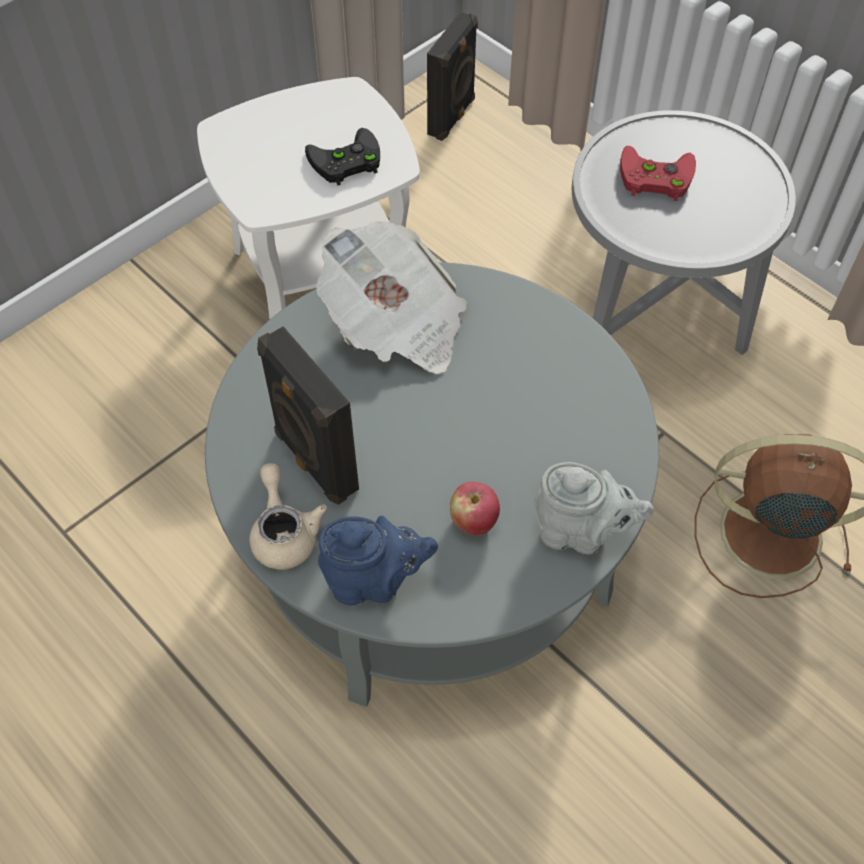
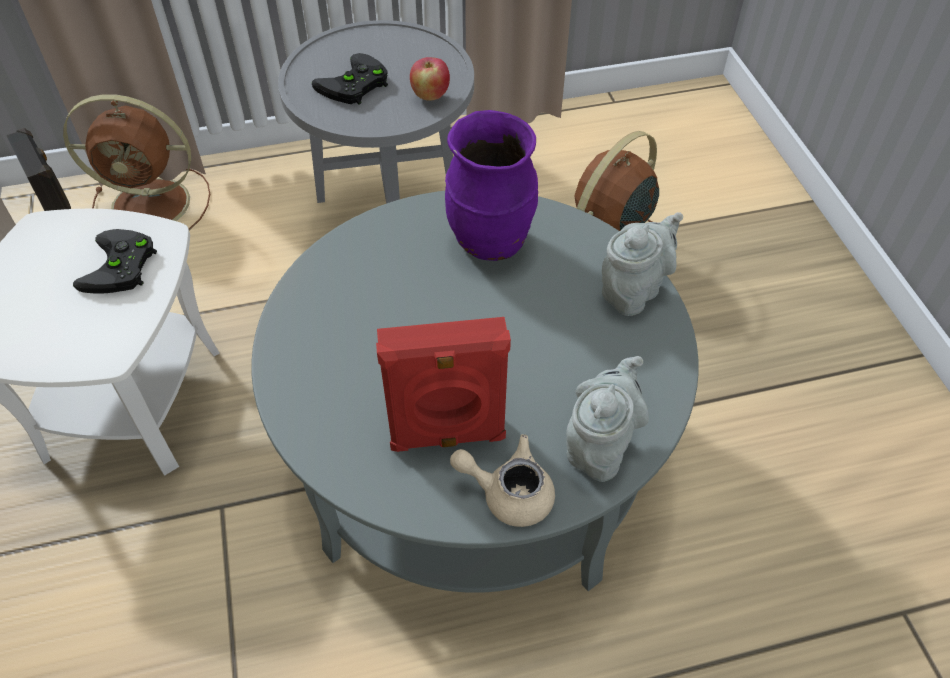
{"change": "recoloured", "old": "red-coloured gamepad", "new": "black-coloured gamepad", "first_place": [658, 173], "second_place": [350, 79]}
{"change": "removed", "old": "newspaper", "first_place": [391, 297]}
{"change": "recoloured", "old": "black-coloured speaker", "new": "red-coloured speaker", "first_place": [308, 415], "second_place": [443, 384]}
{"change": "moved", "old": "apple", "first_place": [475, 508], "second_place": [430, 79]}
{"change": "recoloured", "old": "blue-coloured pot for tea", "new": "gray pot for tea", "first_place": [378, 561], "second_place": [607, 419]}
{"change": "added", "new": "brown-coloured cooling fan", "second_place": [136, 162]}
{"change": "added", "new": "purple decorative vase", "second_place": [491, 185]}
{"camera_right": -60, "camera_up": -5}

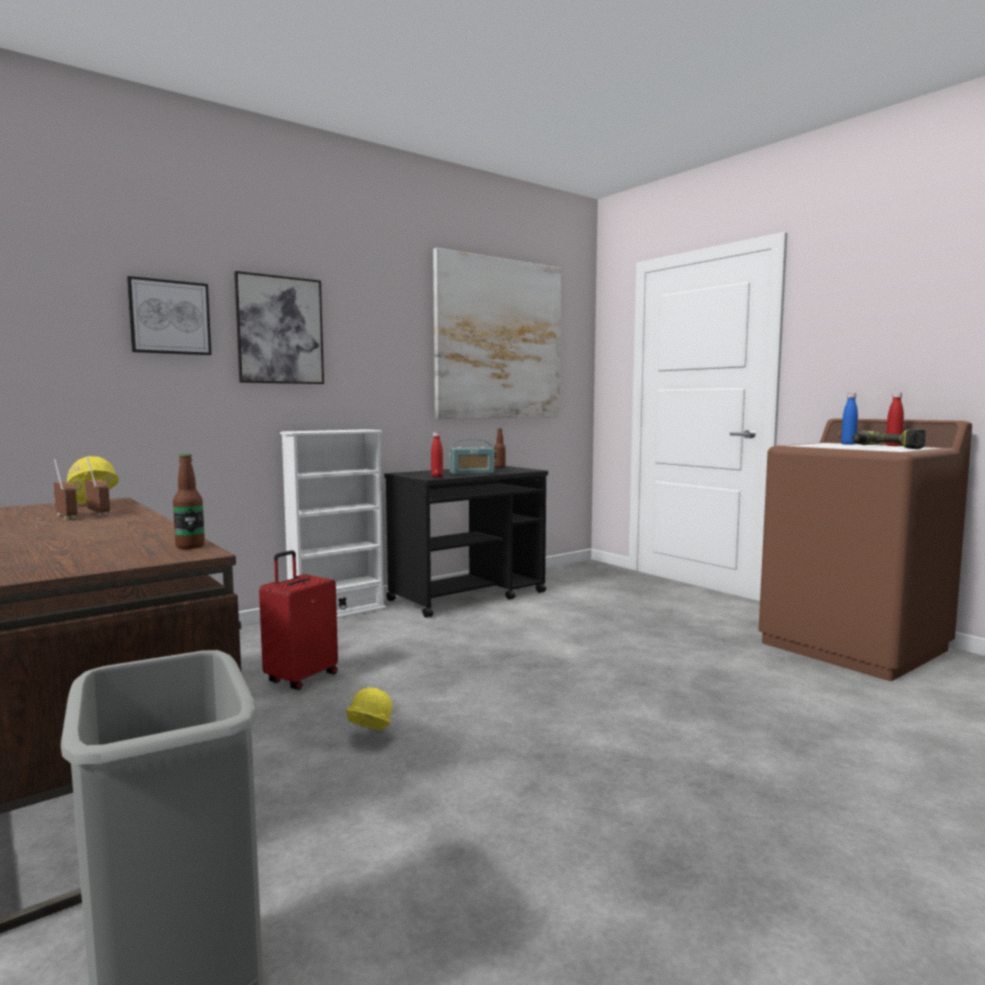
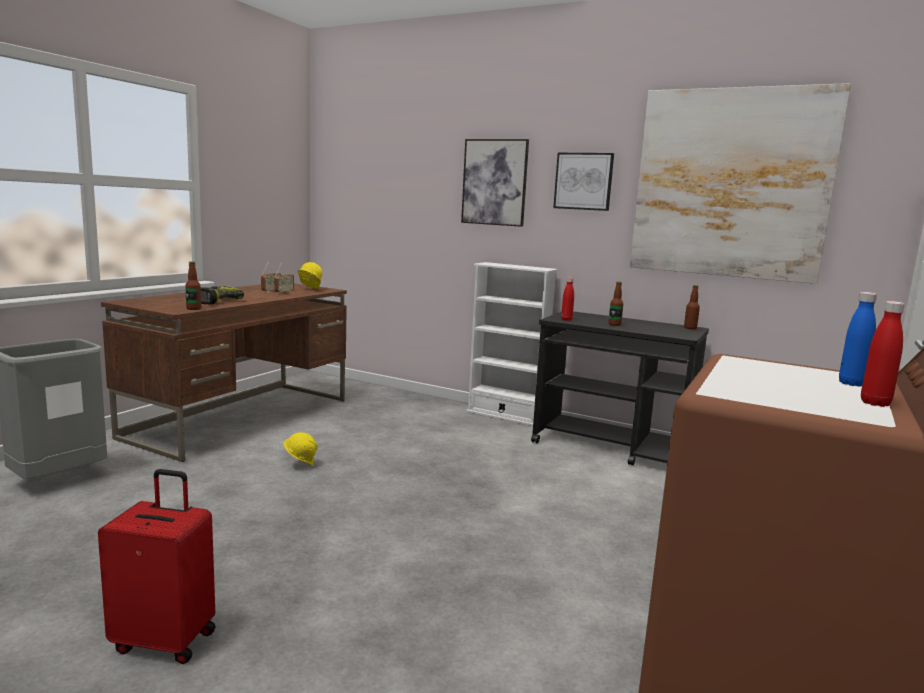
{"change": "moved", "old": "wall art", "first_place": [169, 315], "second_place": [583, 182]}
{"change": "moved", "old": "power drill", "first_place": [889, 438], "second_place": [222, 295]}
{"change": "replaced", "old": "radio", "new": "bottle", "first_place": [471, 456], "second_place": [615, 303]}
{"change": "moved", "old": "red-coloured travel case", "first_place": [298, 620], "second_place": [157, 566]}
{"camera_right": 65, "camera_up": 5}

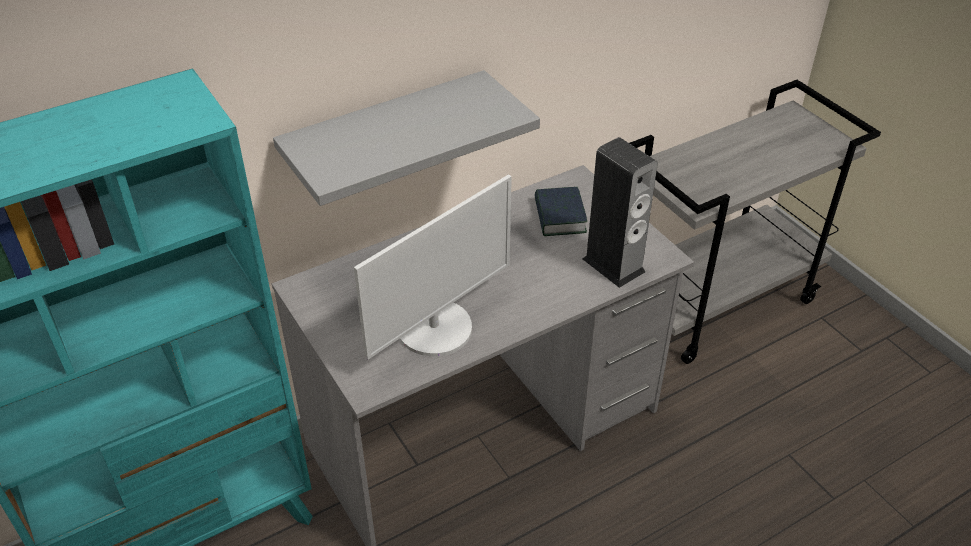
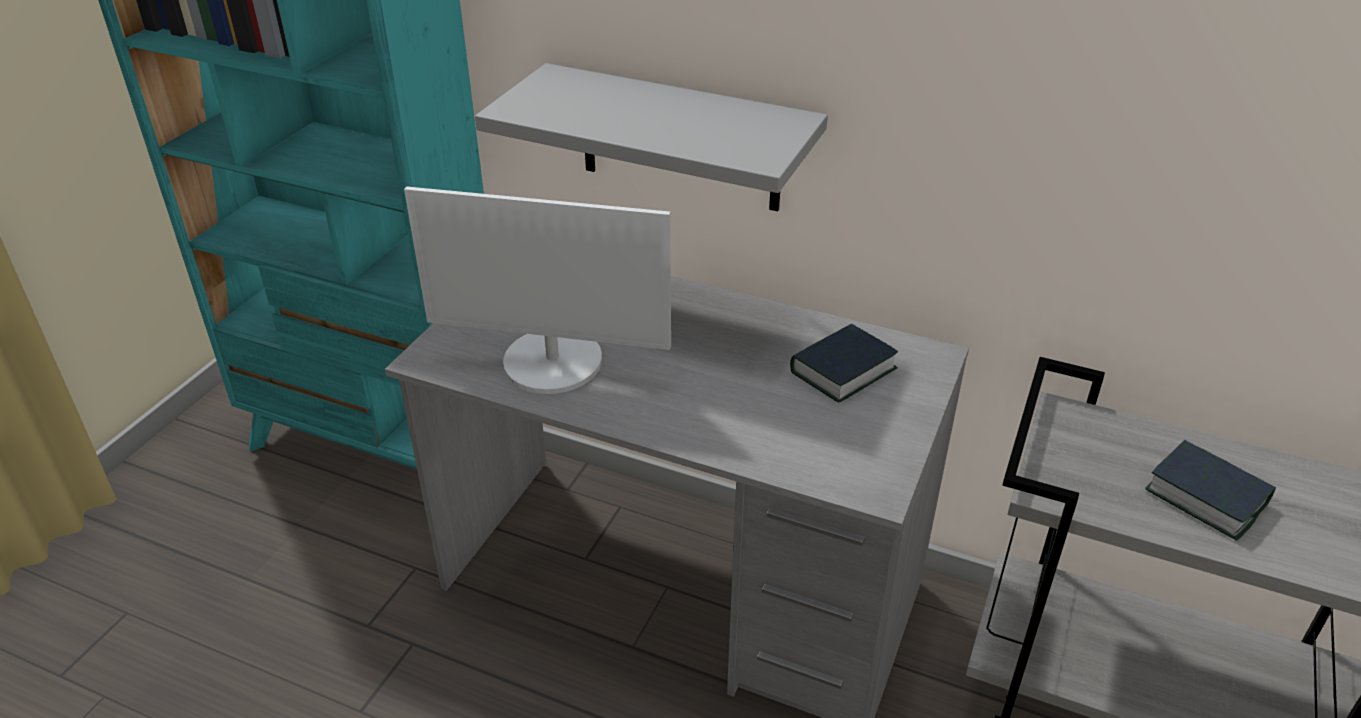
{"change": "removed", "old": "speaker", "first_place": [620, 212]}
{"change": "added", "new": "book", "second_place": [1210, 490]}
{"camera_right": 55, "camera_up": -5}

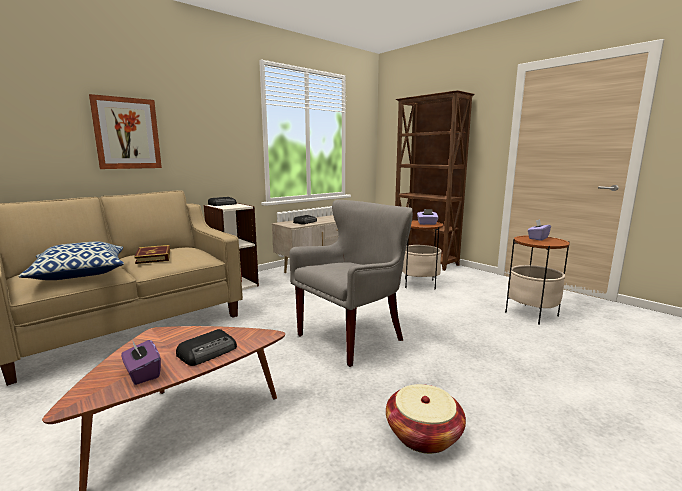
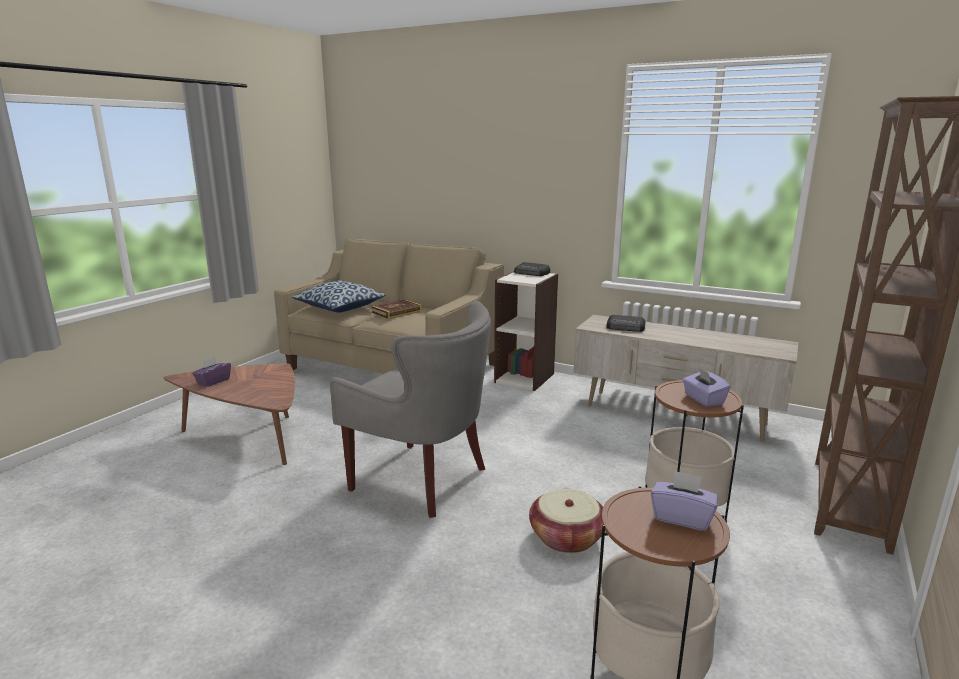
{"change": "removed", "old": "wall art", "first_place": [125, 131]}
{"change": "removed", "old": "radio", "first_place": [206, 347]}
{"change": "moved", "old": "storage basket", "first_place": [426, 419], "second_place": [566, 521]}
{"camera_right": 70, "camera_up": 5}

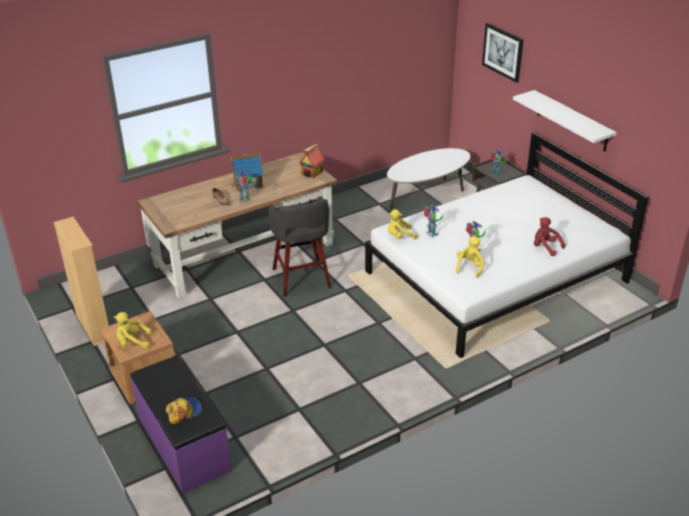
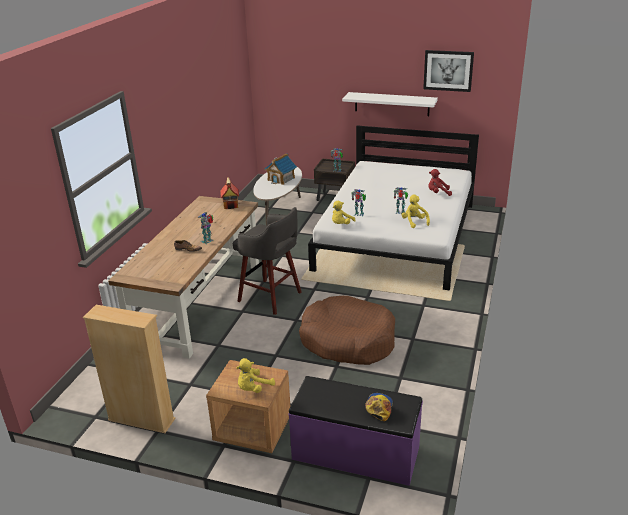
{"change": "moved", "old": "wall art", "first_place": [503, 53], "second_place": [448, 71]}
{"change": "moved", "old": "model house", "first_place": [247, 172], "second_place": [280, 169]}
{"change": "added", "new": "brown-coloured dog cushion", "second_place": [347, 330]}
{"camera_right": -40, "camera_up": -5}

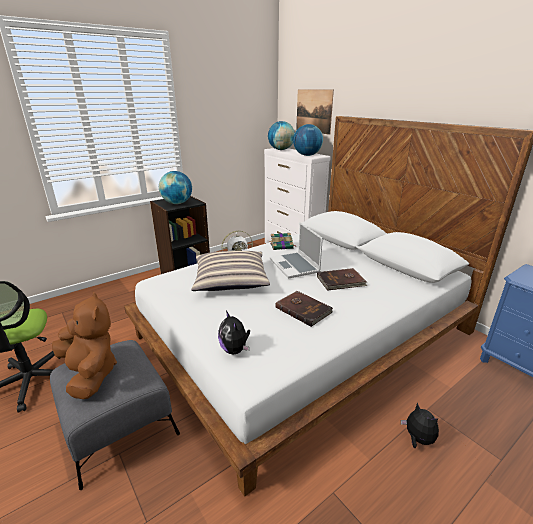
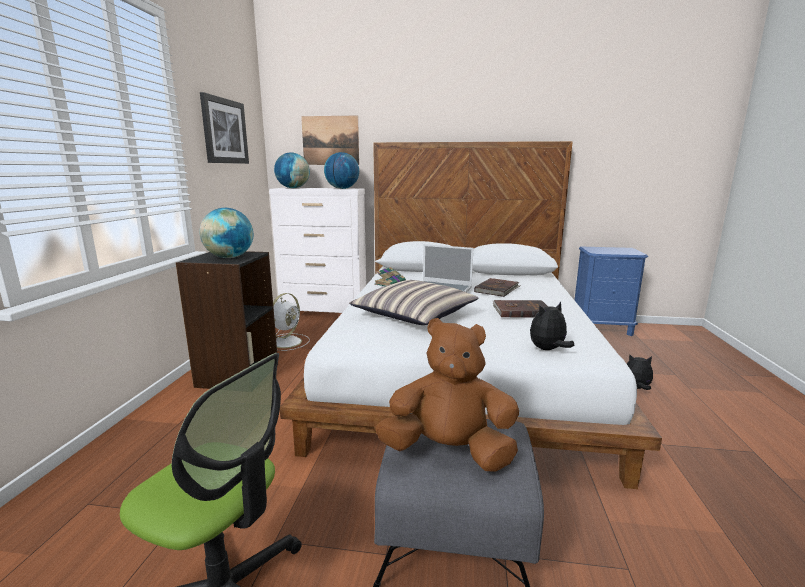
{"change": "turned", "old": "plush toy", "first_place": [234, 332], "second_place": [552, 326], "degrees": 135}
{"change": "added", "new": "wall art", "second_place": [224, 128]}
{"camera_right": -45, "camera_up": -10}

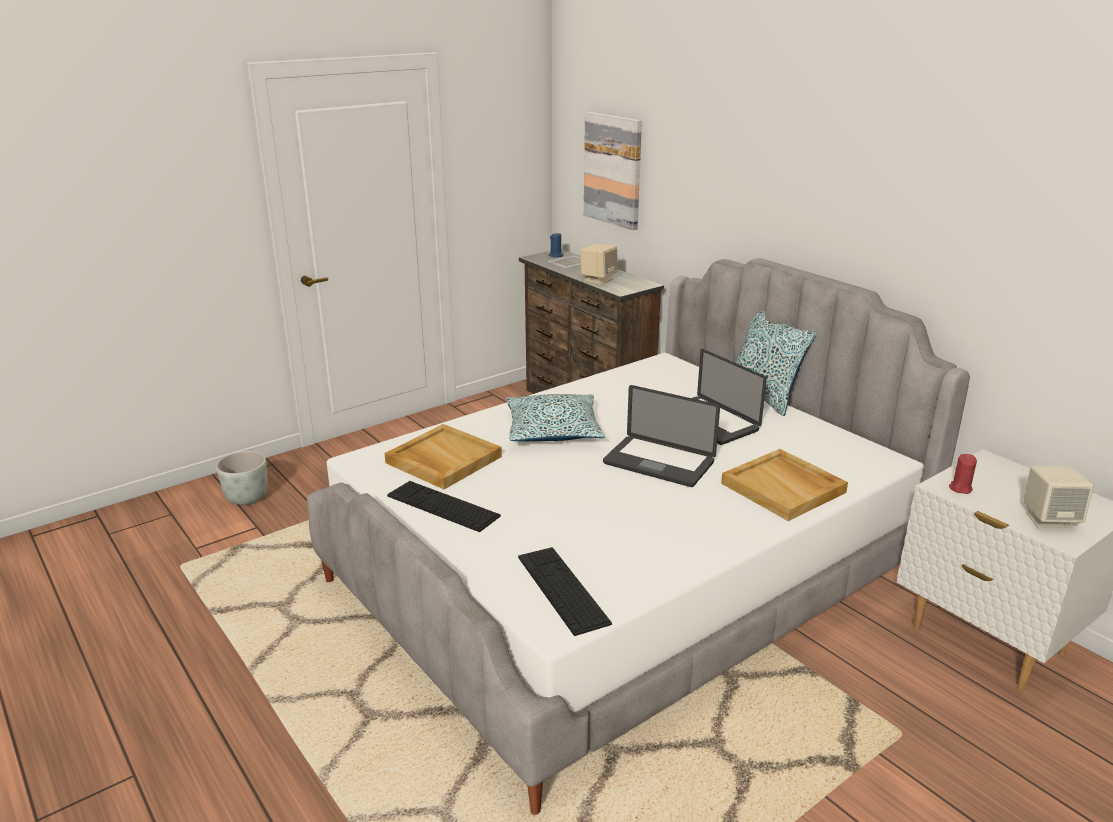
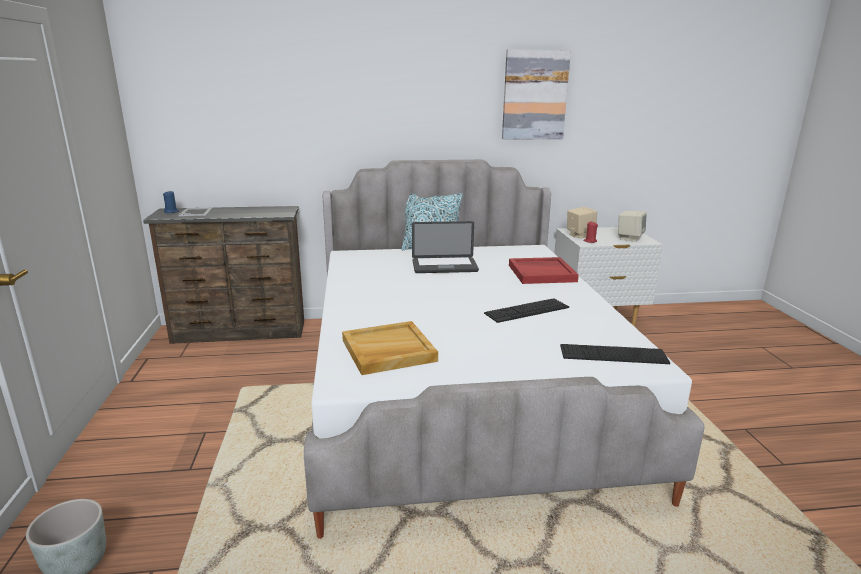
{"change": "moved", "old": "wall art", "first_place": [613, 171], "second_place": [536, 94]}
{"change": "moved", "old": "beige speaker", "first_place": [599, 264], "second_place": [582, 222]}
{"change": "removed", "old": "laptop", "first_place": [661, 436]}
{"change": "removed", "old": "throw pillow", "first_place": [555, 417]}
{"change": "recoloured", "old": "beige serving tray", "new": "red-coloured serving tray", "first_place": [784, 485], "second_place": [544, 270]}
{"change": "moved", "old": "keyboard", "first_place": [444, 506], "second_place": [526, 310]}
{"camera_right": -60, "camera_up": -5}

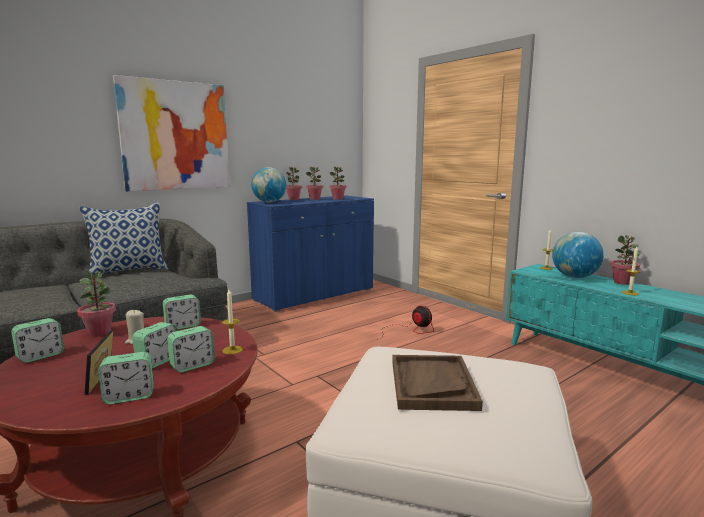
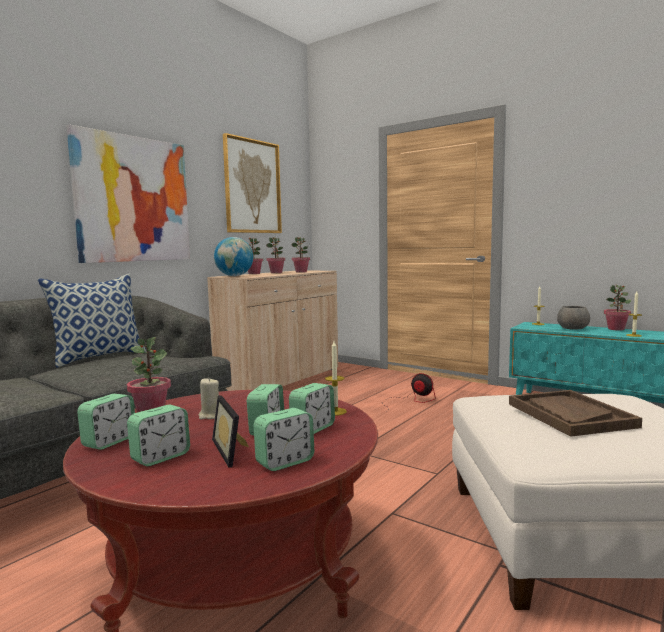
{"change": "recoloured", "old": "blue-coloured cabinet", "new": "beige cabinet", "first_place": [310, 253], "second_place": [272, 330]}
{"change": "replaced", "old": "desk globe", "new": "gray serving bowl", "first_place": [578, 255], "second_place": [573, 318]}
{"change": "moved", "old": "table clock", "first_place": [182, 312], "second_place": [158, 435]}
{"change": "added", "new": "wall art", "second_place": [252, 183]}
{"camera_right": -15, "camera_up": -5}

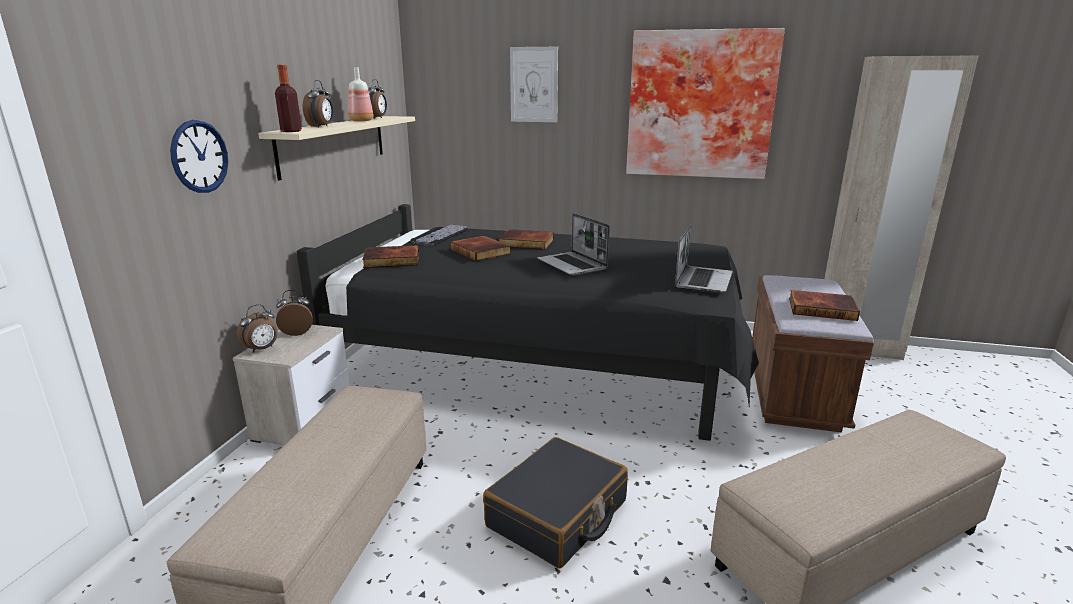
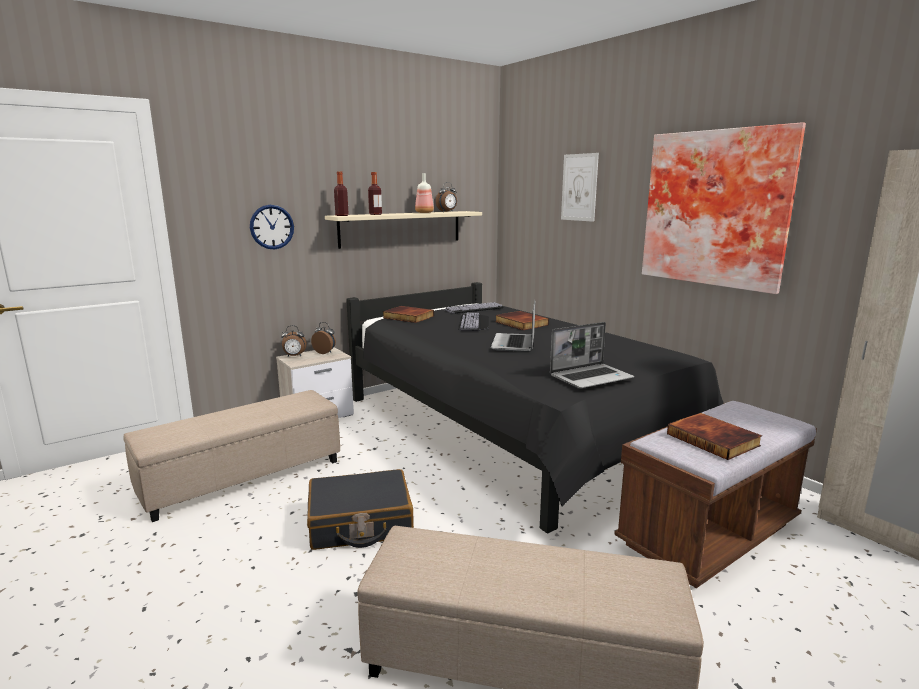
{"change": "replaced", "old": "table clock", "new": "bottle", "first_place": [318, 104], "second_place": [375, 193]}
{"change": "replaced", "old": "book", "new": "keyboard", "first_place": [480, 248], "second_place": [473, 322]}
{"camera_right": 40, "camera_up": -5}

